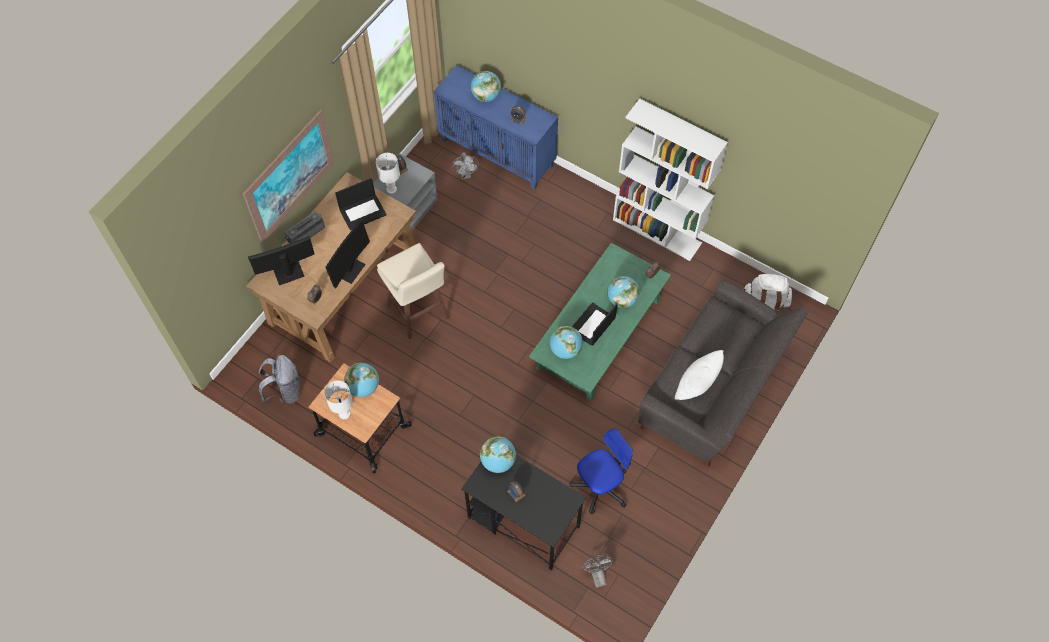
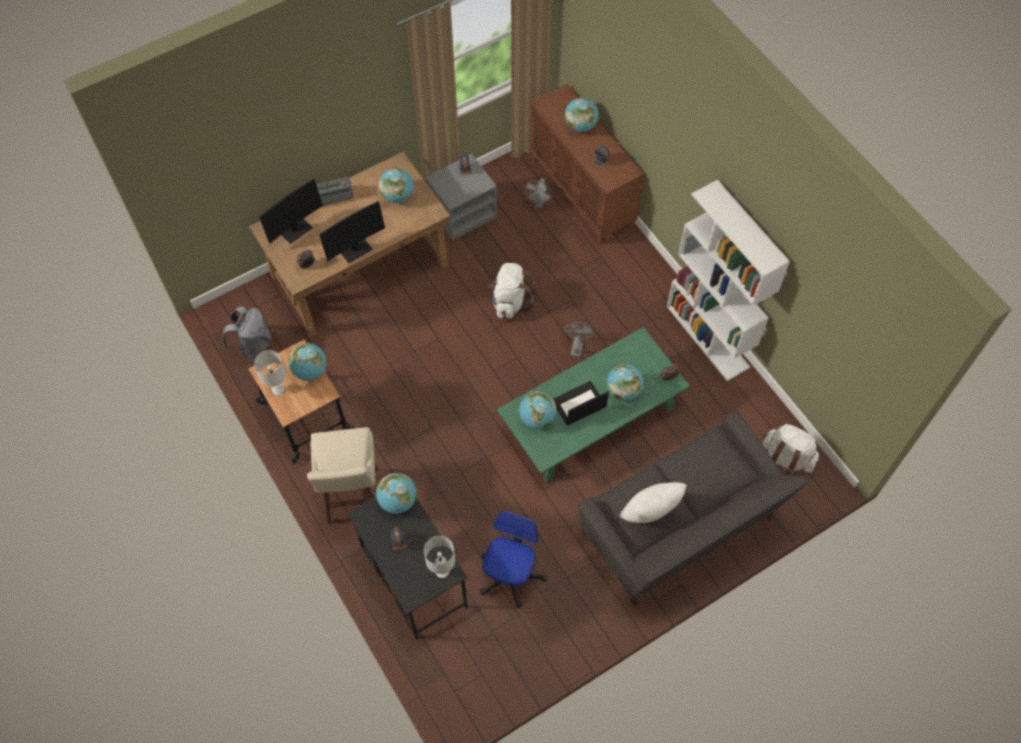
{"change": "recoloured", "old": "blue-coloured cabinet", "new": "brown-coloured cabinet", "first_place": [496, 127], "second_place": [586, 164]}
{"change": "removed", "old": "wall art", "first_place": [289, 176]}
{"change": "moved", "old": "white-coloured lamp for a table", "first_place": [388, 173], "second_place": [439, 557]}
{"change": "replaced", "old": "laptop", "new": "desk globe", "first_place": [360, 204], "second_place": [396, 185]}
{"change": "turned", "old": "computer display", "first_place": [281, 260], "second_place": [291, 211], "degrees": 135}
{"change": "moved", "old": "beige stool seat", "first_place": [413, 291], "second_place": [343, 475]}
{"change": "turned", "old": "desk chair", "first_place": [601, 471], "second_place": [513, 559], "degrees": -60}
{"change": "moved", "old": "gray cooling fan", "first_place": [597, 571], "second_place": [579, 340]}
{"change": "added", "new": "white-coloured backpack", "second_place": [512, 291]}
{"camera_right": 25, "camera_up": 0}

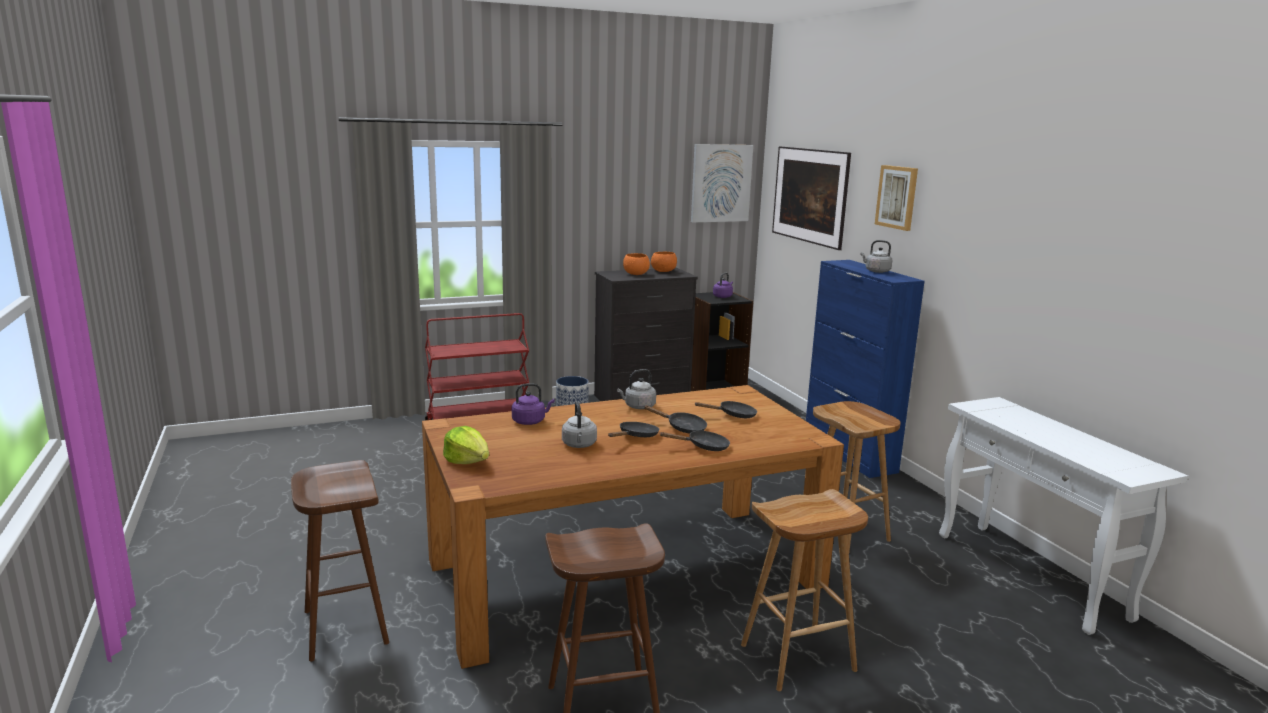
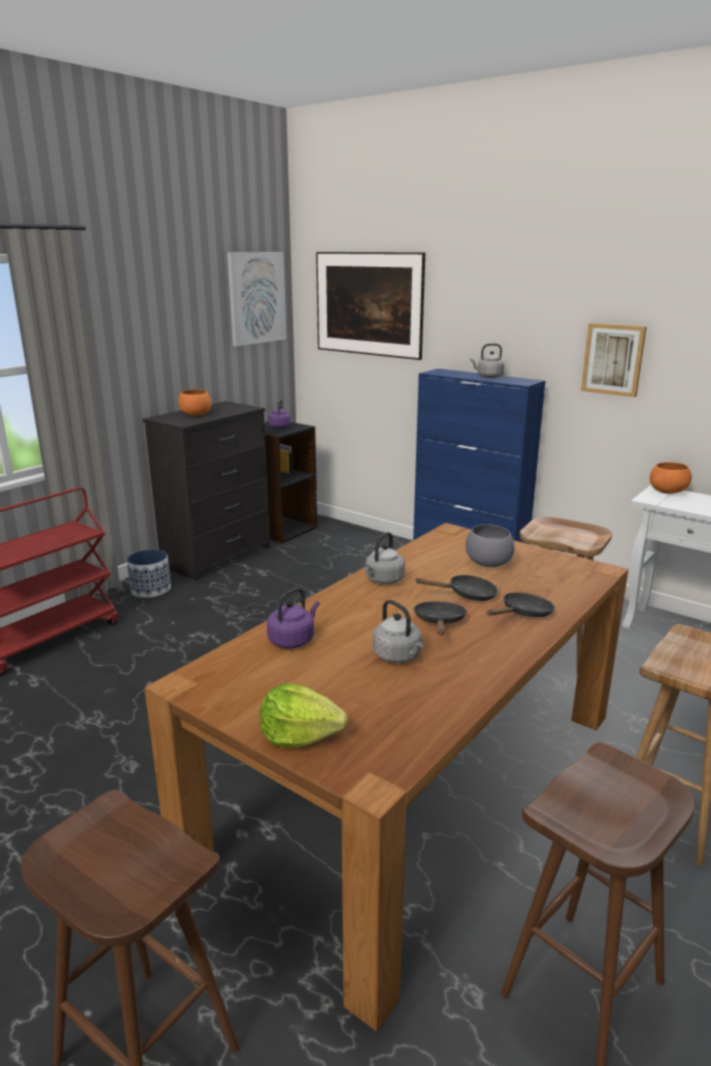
{"change": "moved", "old": "wall art", "first_place": [896, 198], "second_place": [614, 360]}
{"change": "moved", "old": "orange-coloured serving bowl", "first_place": [664, 262], "second_place": [671, 478]}
{"change": "replaced", "old": "black-coloured skillet", "new": "gray serving bowl", "first_place": [725, 409], "second_place": [490, 545]}
{"camera_right": -30, "camera_up": 5}

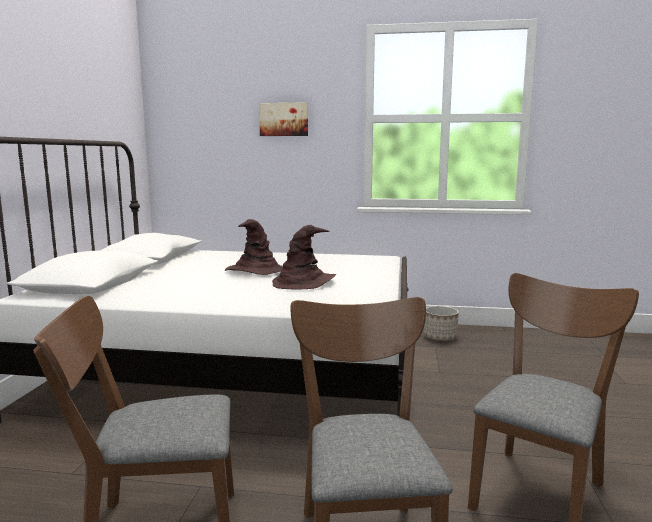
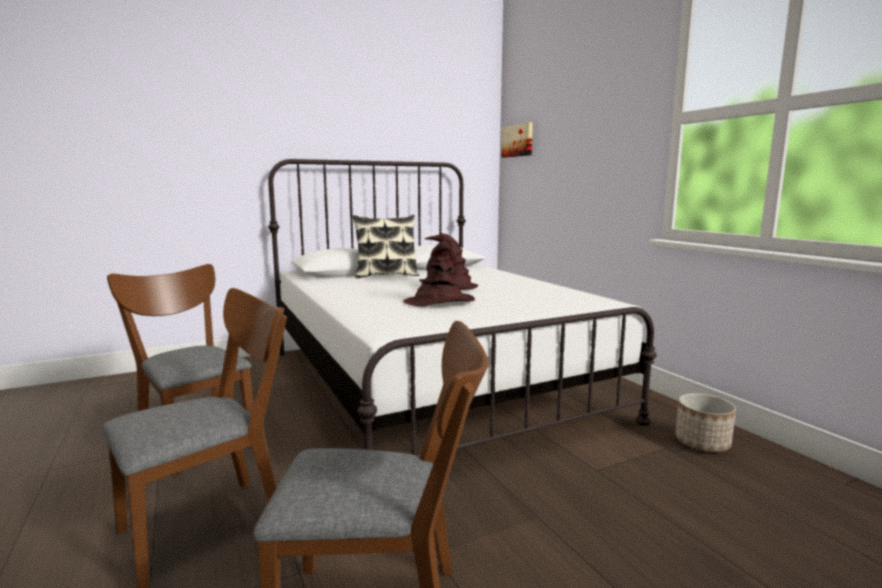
{"change": "moved", "old": "wall art", "first_place": [283, 119], "second_place": [517, 140]}
{"change": "added", "new": "throw pillow", "second_place": [386, 246]}
{"camera_right": 55, "camera_up": 0}

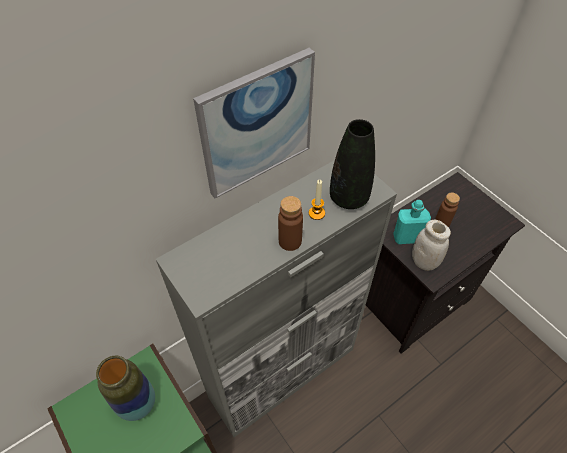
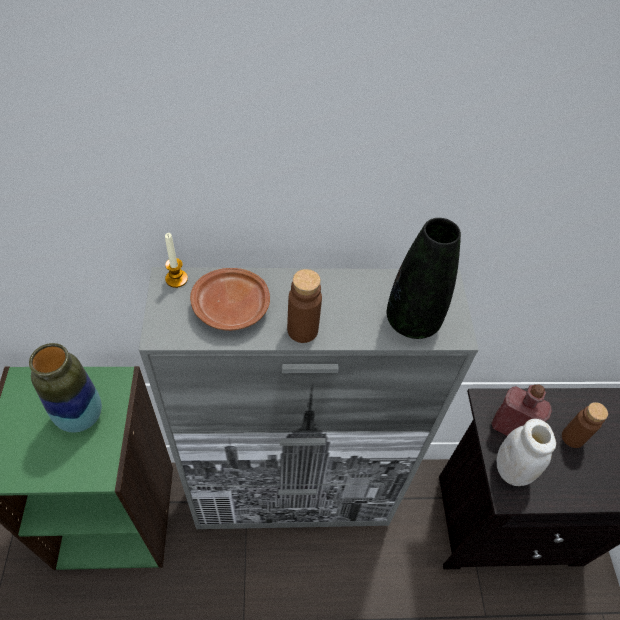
{"change": "removed", "old": "wall art", "first_place": [254, 123]}
{"change": "moved", "old": "wax candle", "first_place": [317, 200], "second_place": [176, 260]}
{"change": "recoloured", "old": "blue-green bottle", "new": "red-coloured bottle", "first_place": [412, 222], "second_place": [522, 410]}
{"change": "added", "new": "brown-coloured flat dish", "second_place": [230, 299]}
{"camera_right": 30, "camera_up": 0}

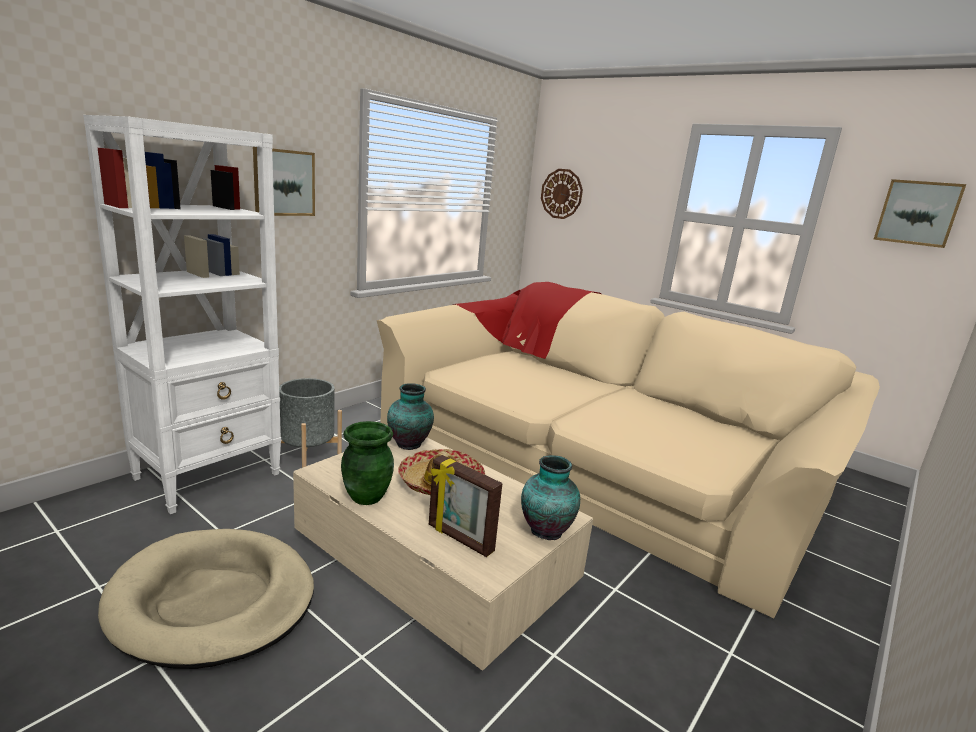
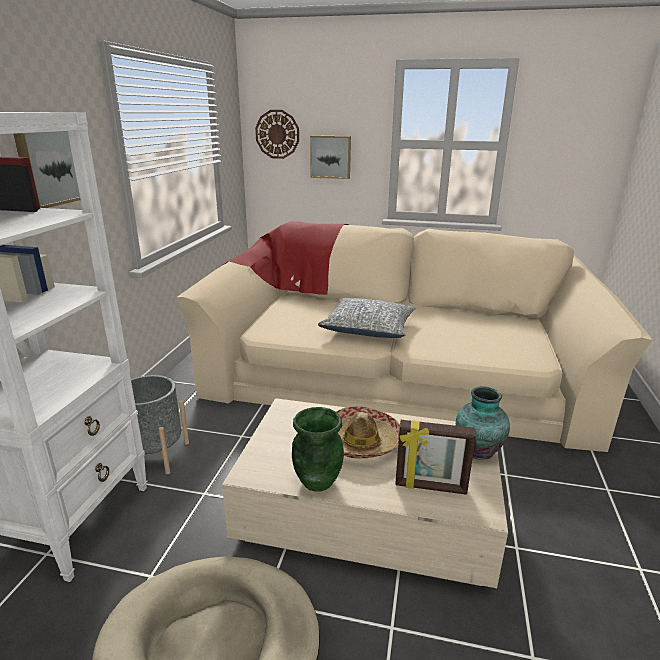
{"change": "moved", "old": "wall art", "first_place": [920, 213], "second_place": [330, 157]}
{"change": "removed", "old": "decorative vase", "first_place": [410, 416]}
{"change": "added", "new": "throw pillow", "second_place": [367, 318]}
{"camera_right": -25, "camera_up": 5}

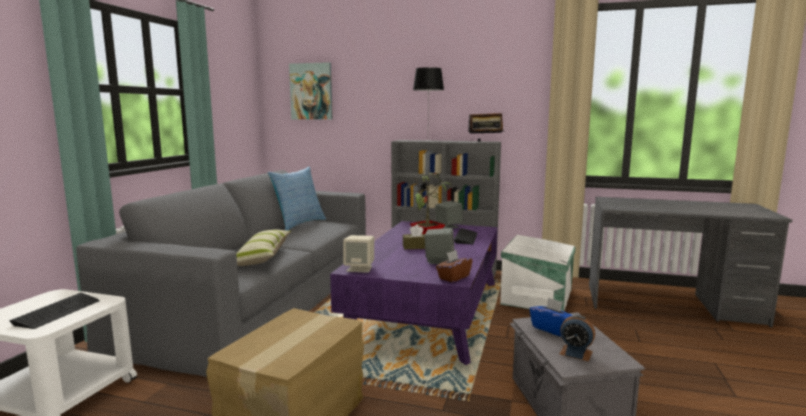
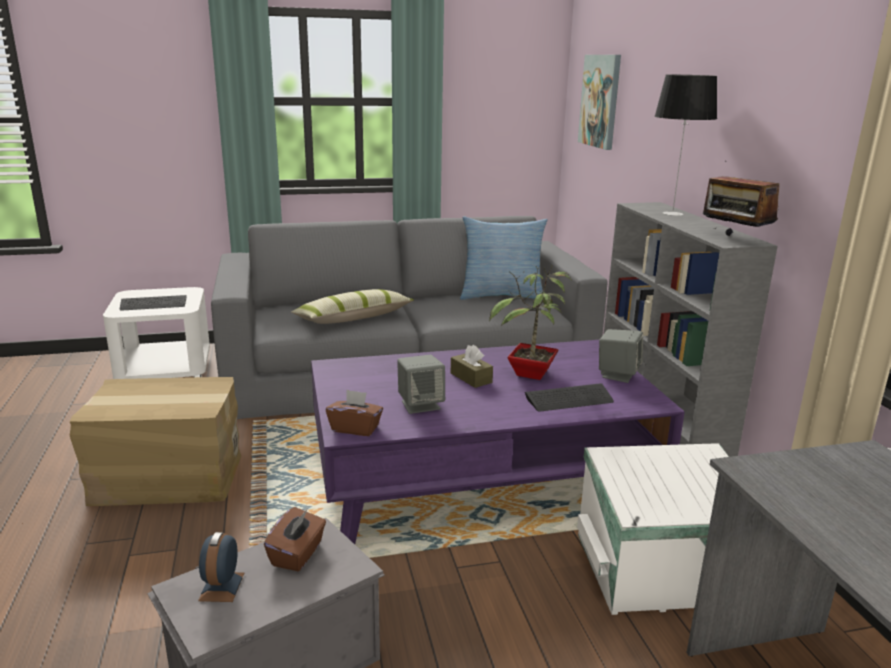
{"change": "removed", "old": "beige speaker", "first_place": [358, 254]}
{"change": "recoloured", "old": "blue-coloured box of tissues", "new": "brown-coloured box of tissues", "first_place": [551, 316], "second_place": [295, 539]}
{"camera_right": 60, "camera_up": 10}

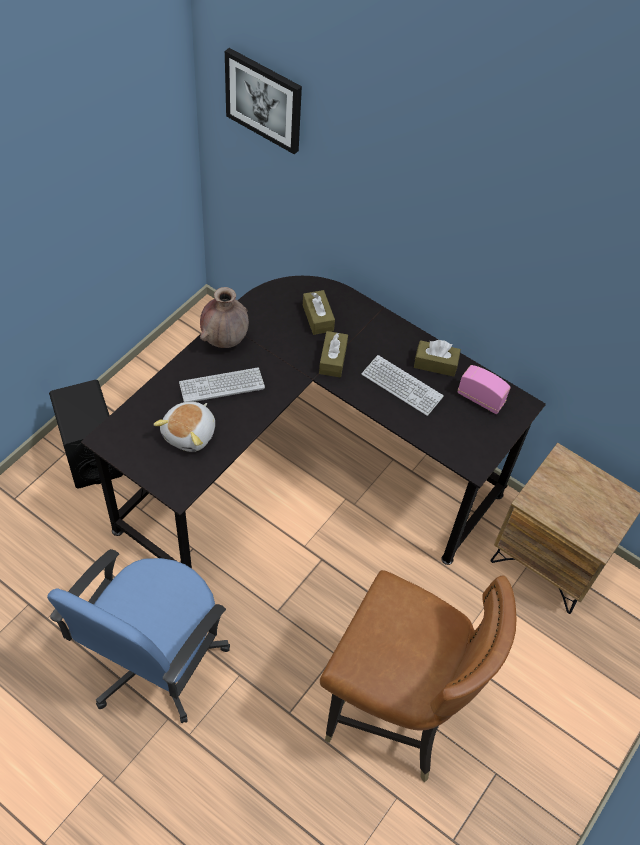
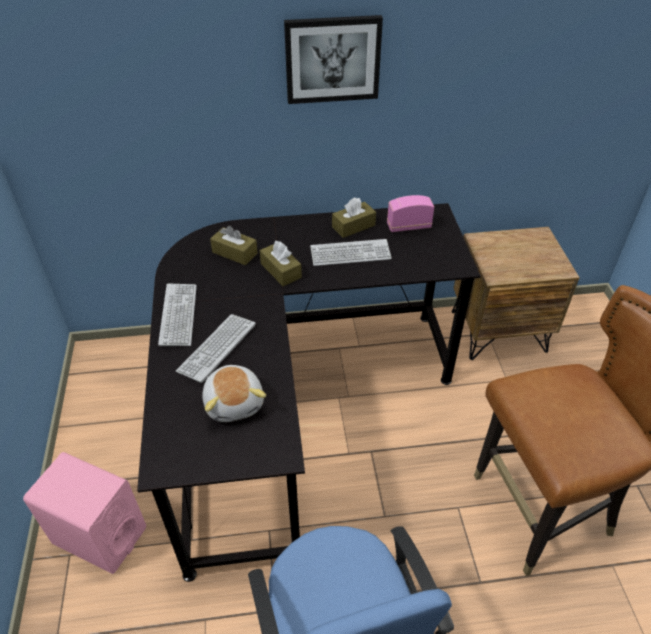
{"change": "moved", "old": "wall art", "first_place": [263, 101], "second_place": [333, 59]}
{"change": "replaced", "old": "brown-coloured decorative vase", "new": "keyboard", "first_place": [224, 317], "second_place": [177, 314]}
{"change": "recoloured", "old": "black-coloured speaker", "new": "pink-coloured speaker", "first_place": [86, 434], "second_place": [84, 513]}
{"camera_right": -40, "camera_up": -10}

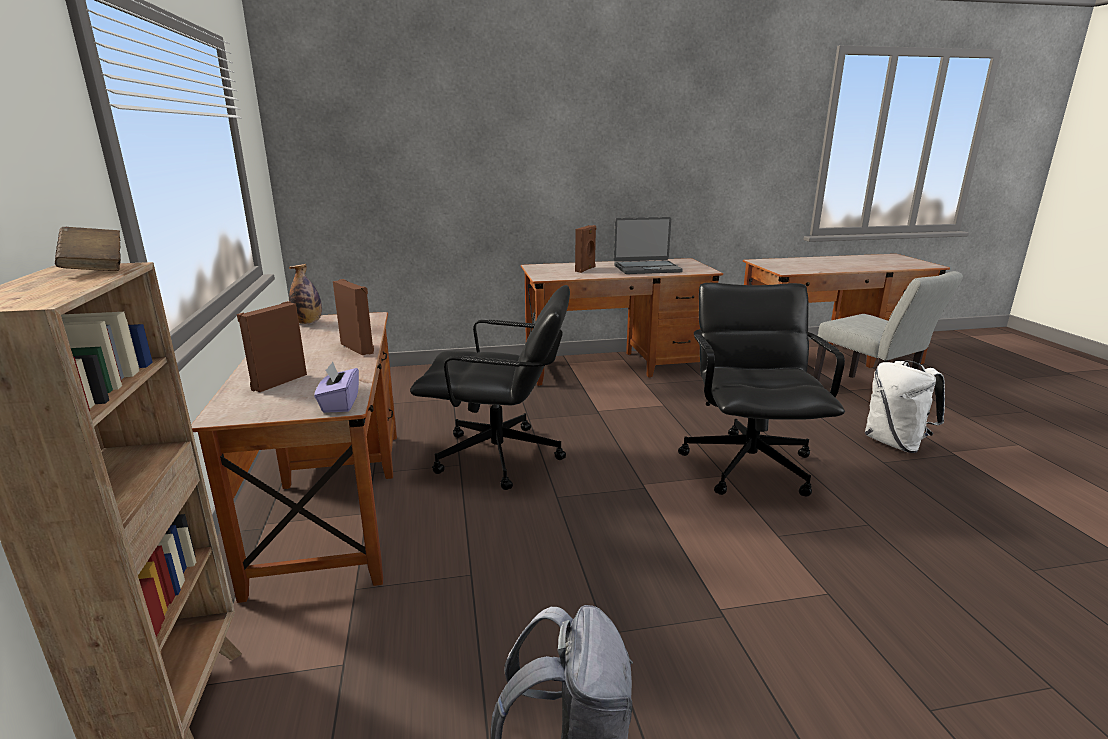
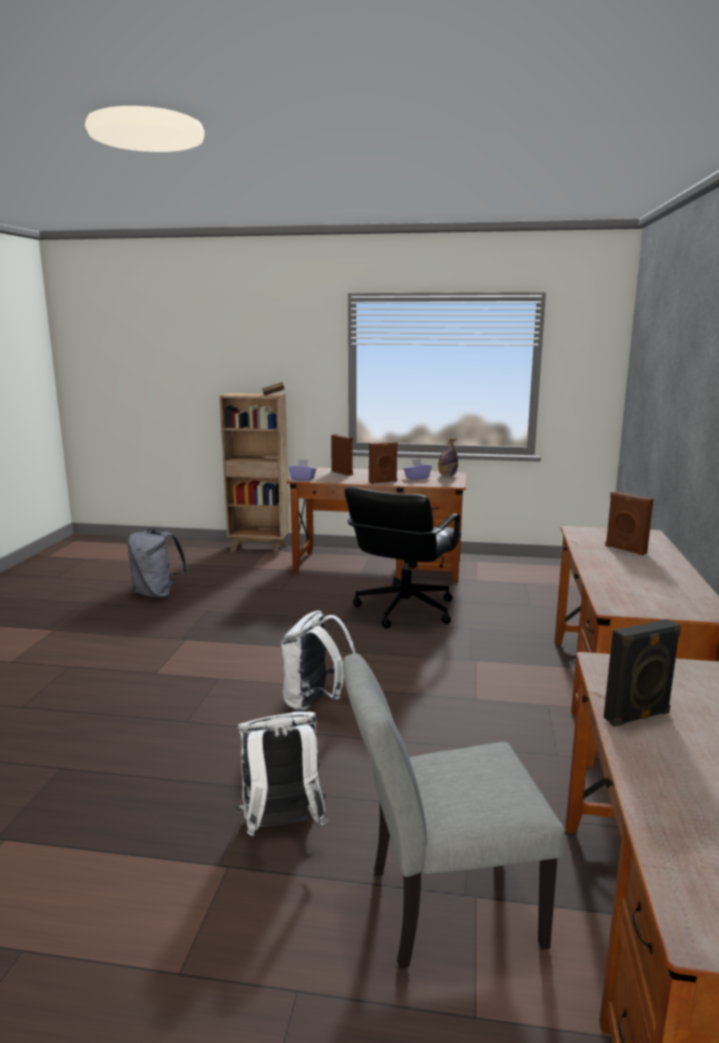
{"change": "removed", "old": "laptop", "first_place": [648, 245]}
{"change": "replaced", "old": "black-coloured desk chair", "new": "white-coloured backpack", "first_place": [761, 390], "second_place": [318, 661]}
{"change": "added", "new": "purple box of tissues", "second_place": [418, 469]}
{"change": "added", "new": "black-coloured speaker", "second_place": [642, 673]}
{"camera_right": 110, "camera_up": -5}

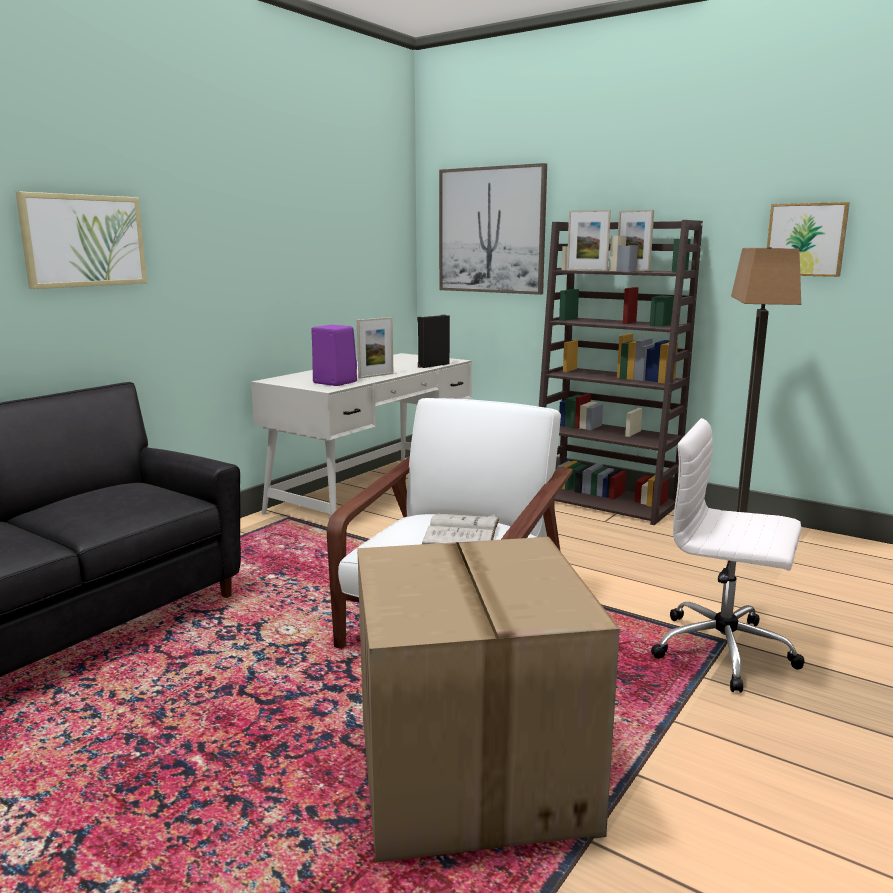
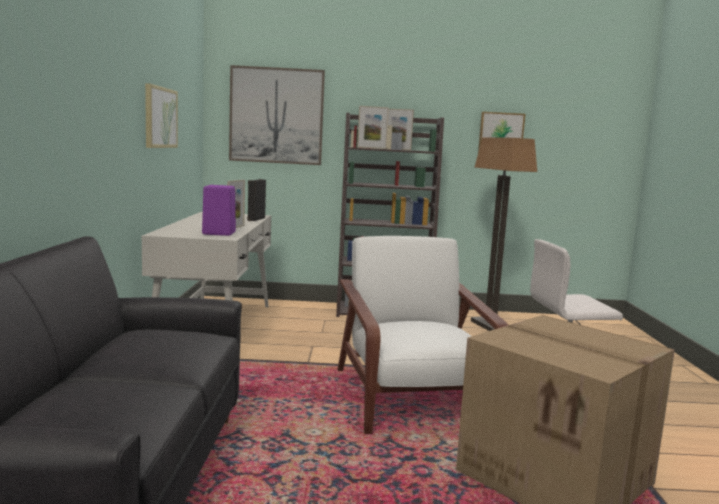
{"change": "moved", "old": "wall art", "first_place": [81, 240], "second_place": [161, 115]}
{"change": "removed", "old": "white-coloured book", "first_place": [460, 529]}
{"camera_right": -35, "camera_up": -5}

